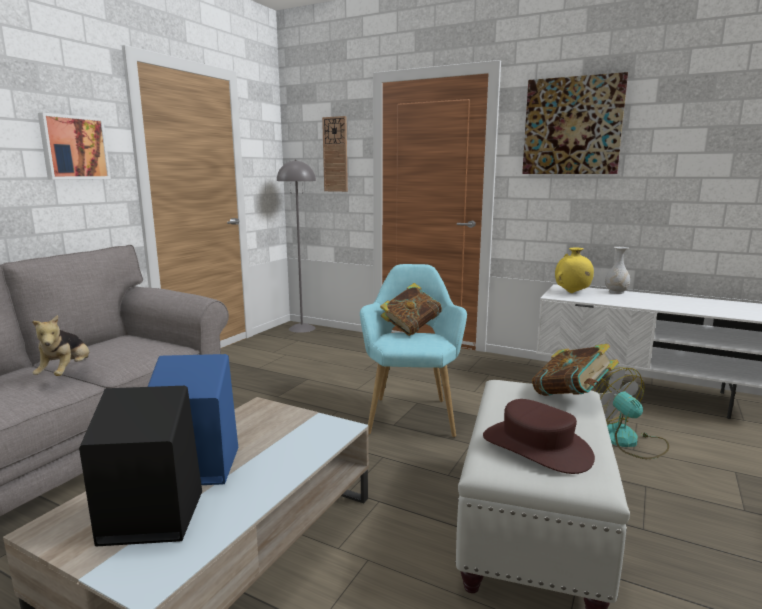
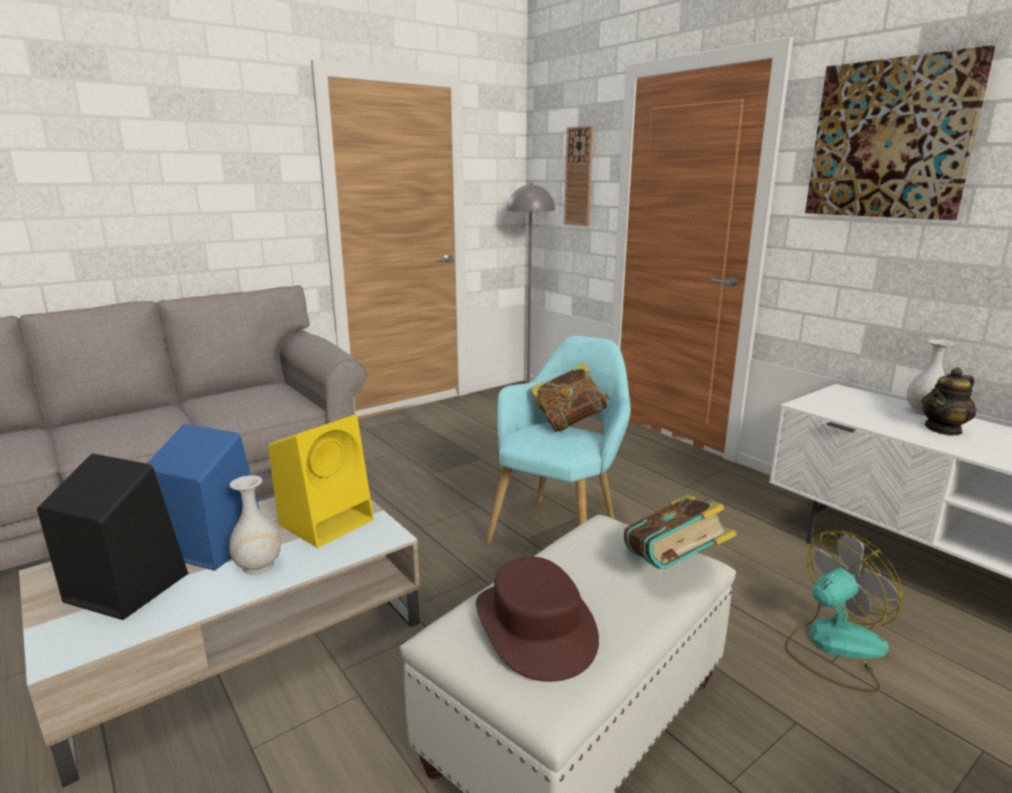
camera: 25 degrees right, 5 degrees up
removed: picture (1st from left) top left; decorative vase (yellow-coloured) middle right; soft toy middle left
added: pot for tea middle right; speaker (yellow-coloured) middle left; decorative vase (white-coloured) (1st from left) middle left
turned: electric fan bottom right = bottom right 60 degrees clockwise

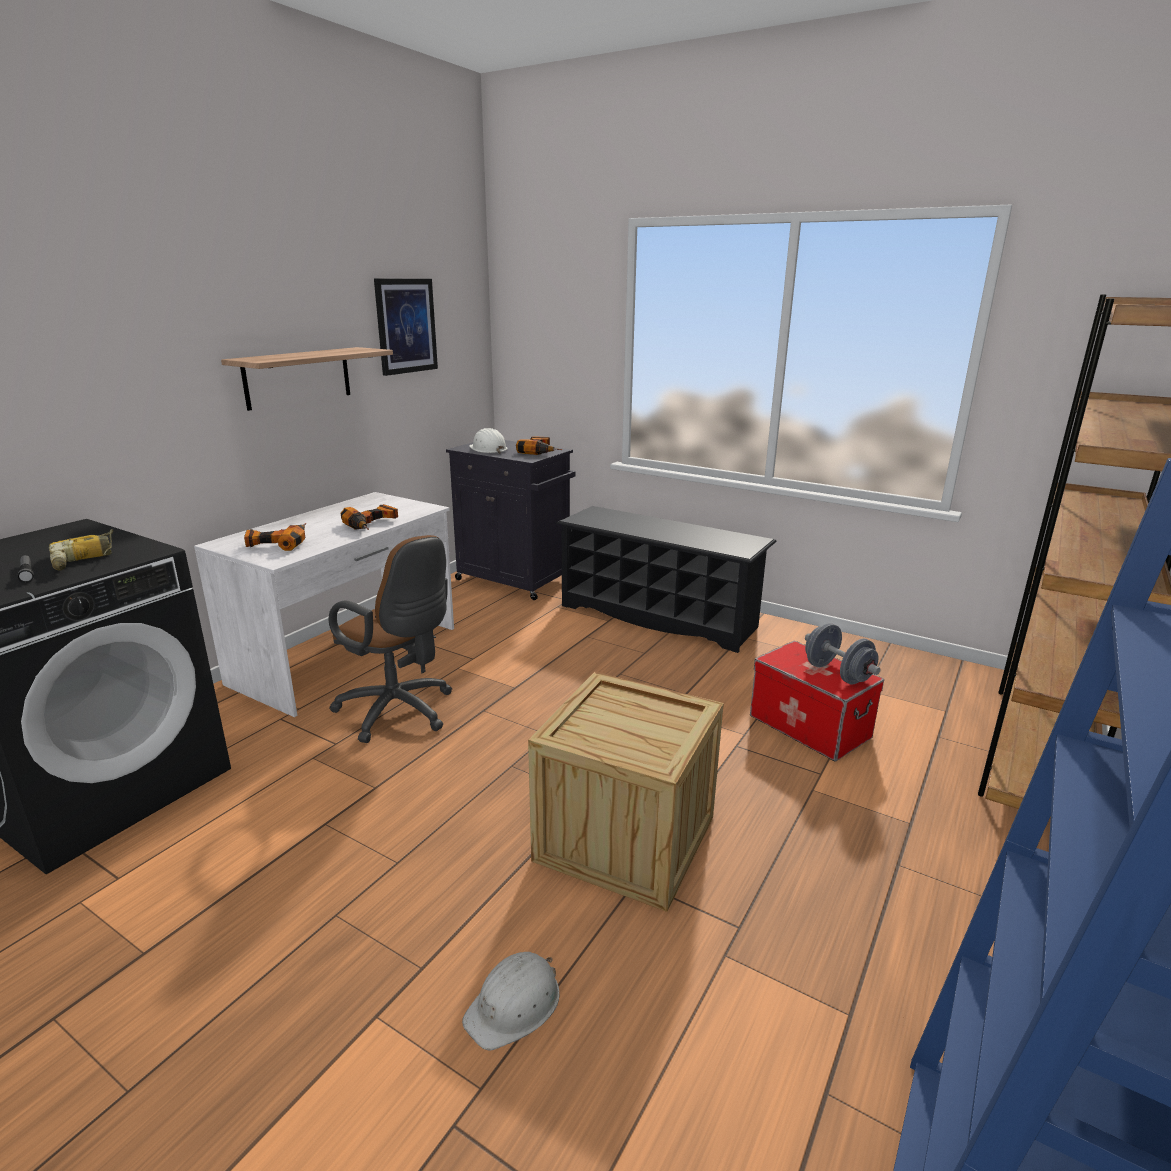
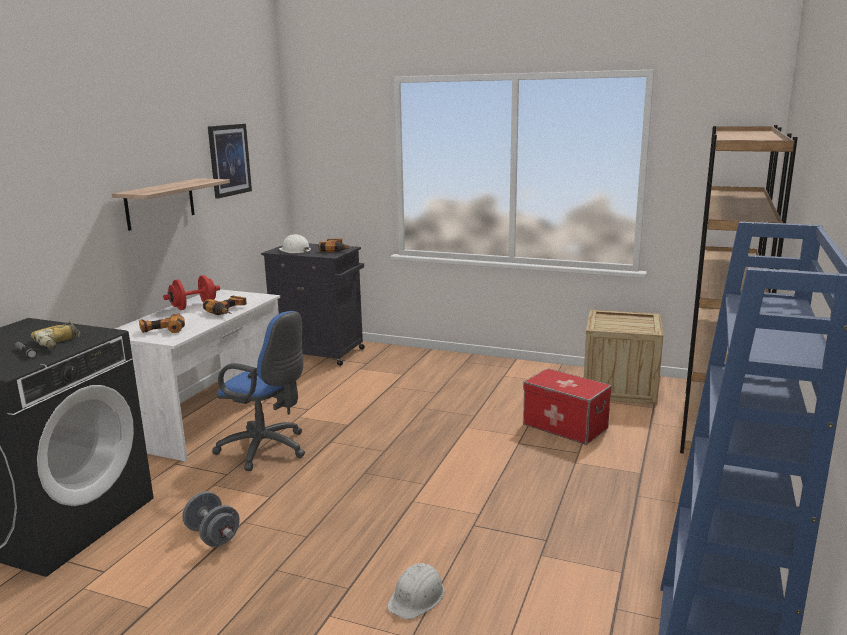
camera: 10 degrees left, 5 degrees down
removed: shoe rack (black) centre
added: dumbbell (red) middle left
moved: dumbbell (gray) middle right to bottom left; packing crate bottom centre to middle right
recoloured: desk chair (brown-coloured) middle left to desk chair (bluish) middle left

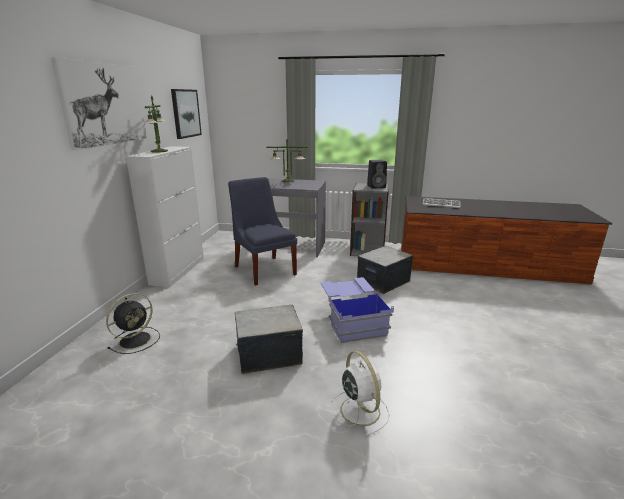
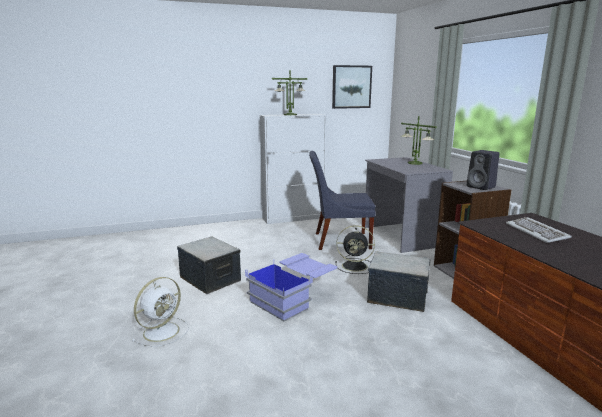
camera: 60 degrees right, 5 degrees down
removed: picture (1st from left) top left
moved: electric fan (black) middle left to centre
turned: plain chair (bluish) centre = centre 120 degrees counterclockwise

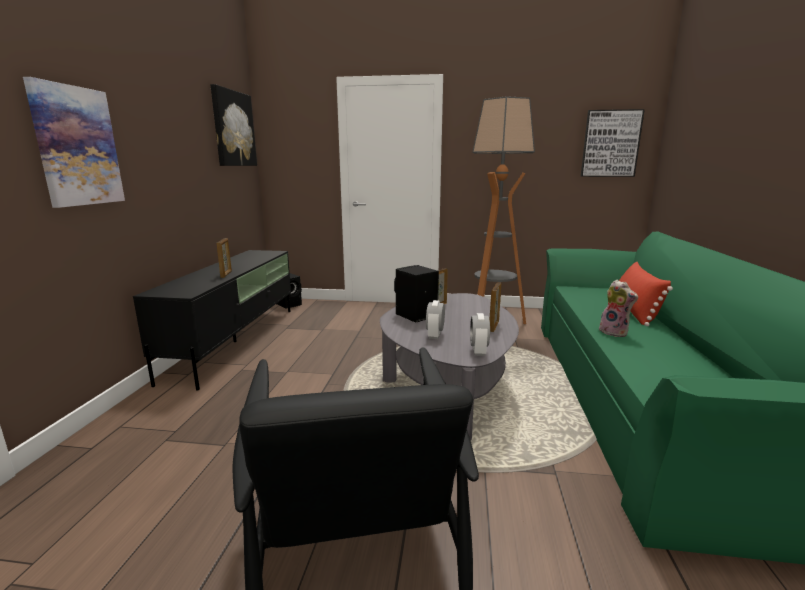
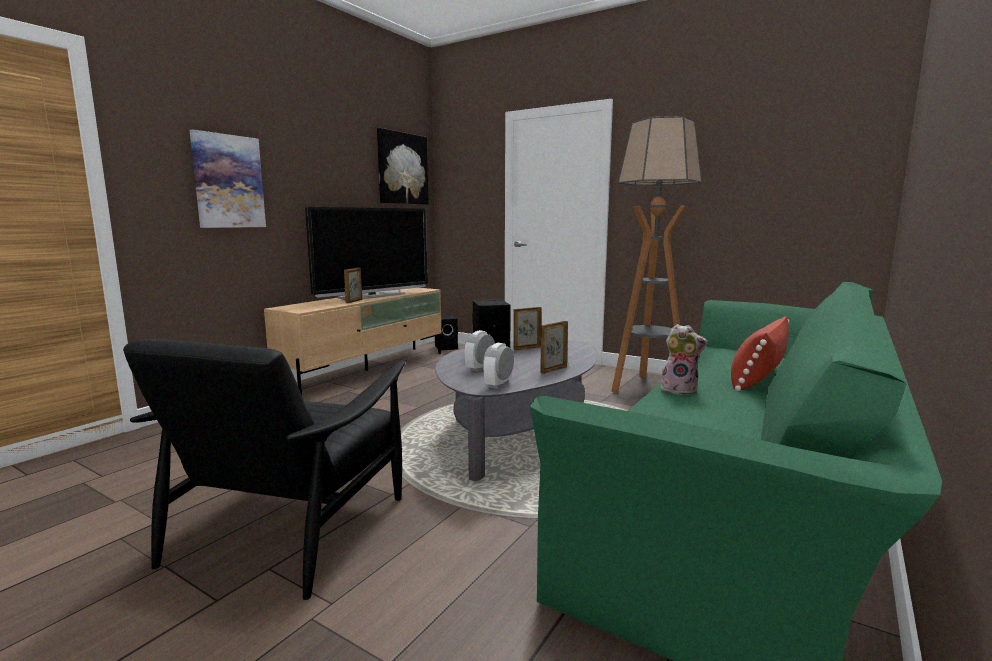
camera: 25 degrees right, 5 degrees down
removed: picture (3rd from left) top right
added: TV centre
recoloured: tv stand (black) middle left to tv stand (sand-coloured) centre
turned: soft toy middle right = middle right 60 degrees counterclockwise

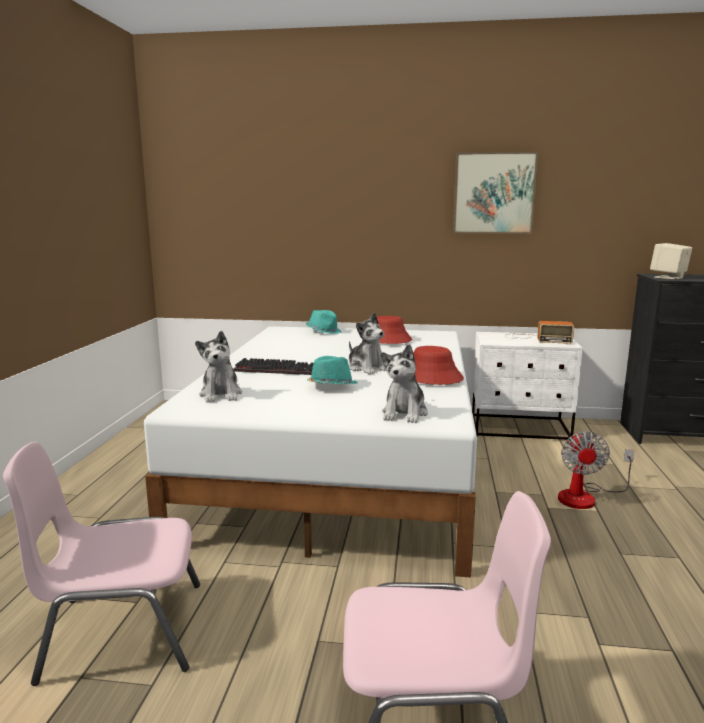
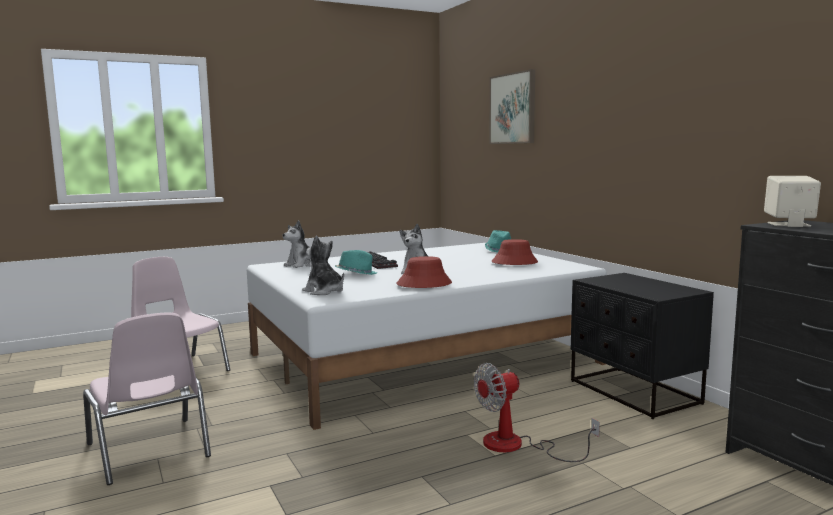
camera: 55 degrees right, 5 degrees down
removed: radio set middle right
moved: picture top right to top centre
recoloured: night table (white-coloured) middle right to night table (black) bottom right
turned: soft toy (3rd from left in the first image) centre = centre 60 degrees clockwise

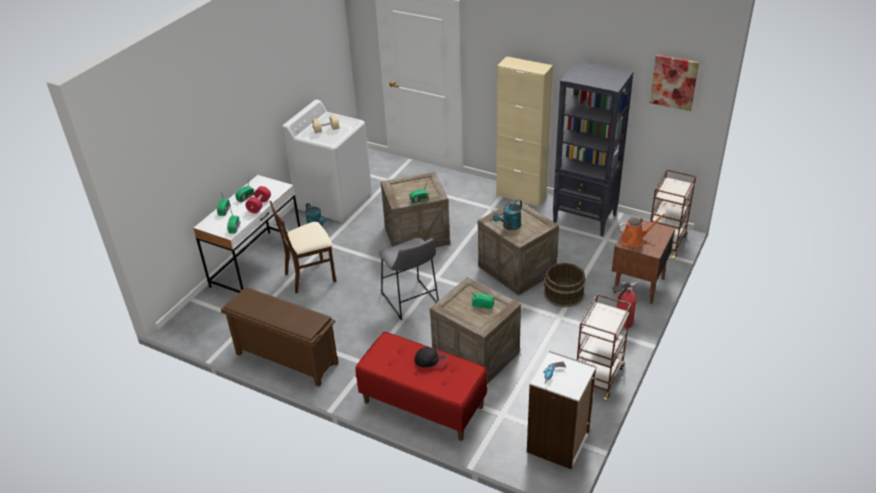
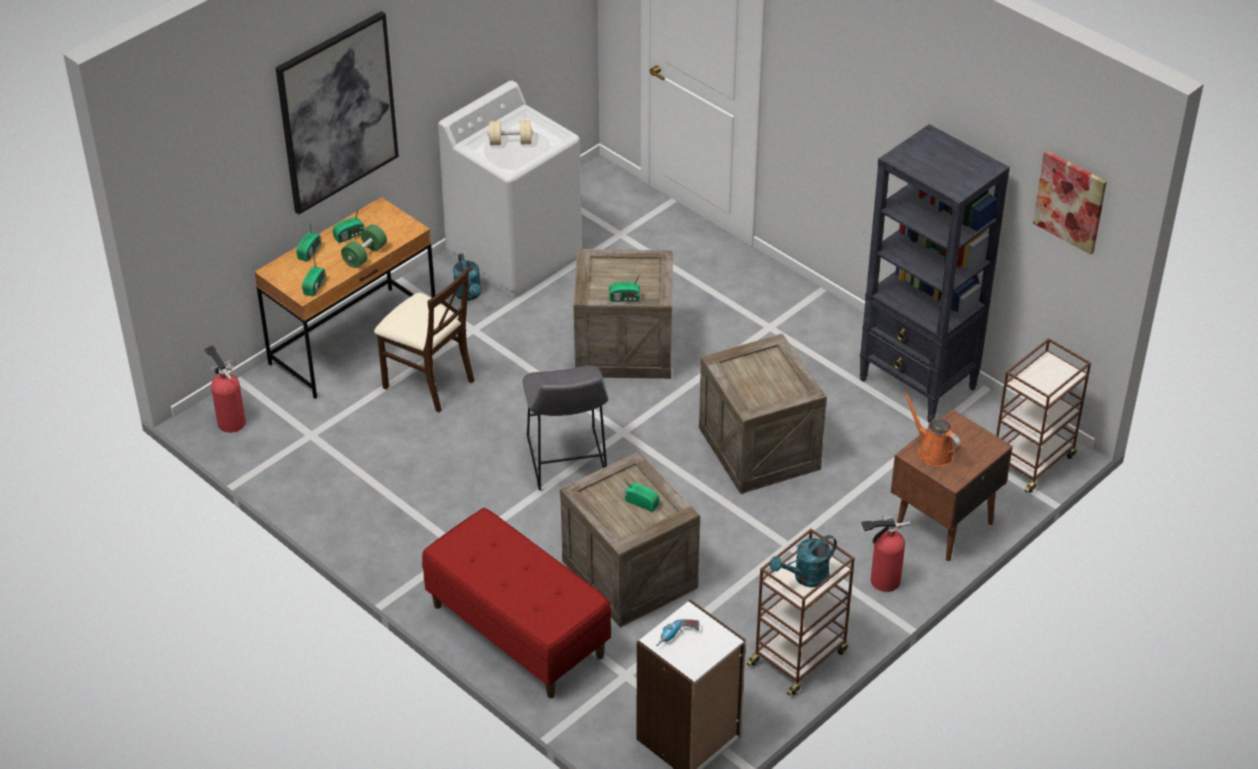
camera: 15 degrees right, 5 degrees up
removed: storage cabinet (sand-coloured) top centre; bucket (brown-coloured) centre; shoe rack (brown-coloured) bottom left; peaked cap bottom centre
added: picture (1st from left) top left; fire extinguisher (1st from left) middle left
moved: watering pot (turquoise-coloured) (2nd from left) centre to bottom centre
recoloured: desk (white-coloured) middle left to desk (brown-coloured) middle left; dumbbell (red) middle left to dumbbell (green) top left
turned: plain chair (sand-coloured) centre = centre 135 degrees counterclockwise; watering pot (orange) middle right = middle right 135 degrees counterclockwise

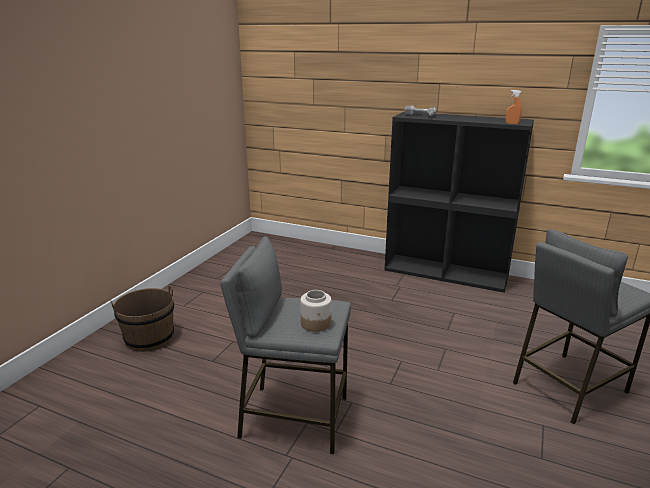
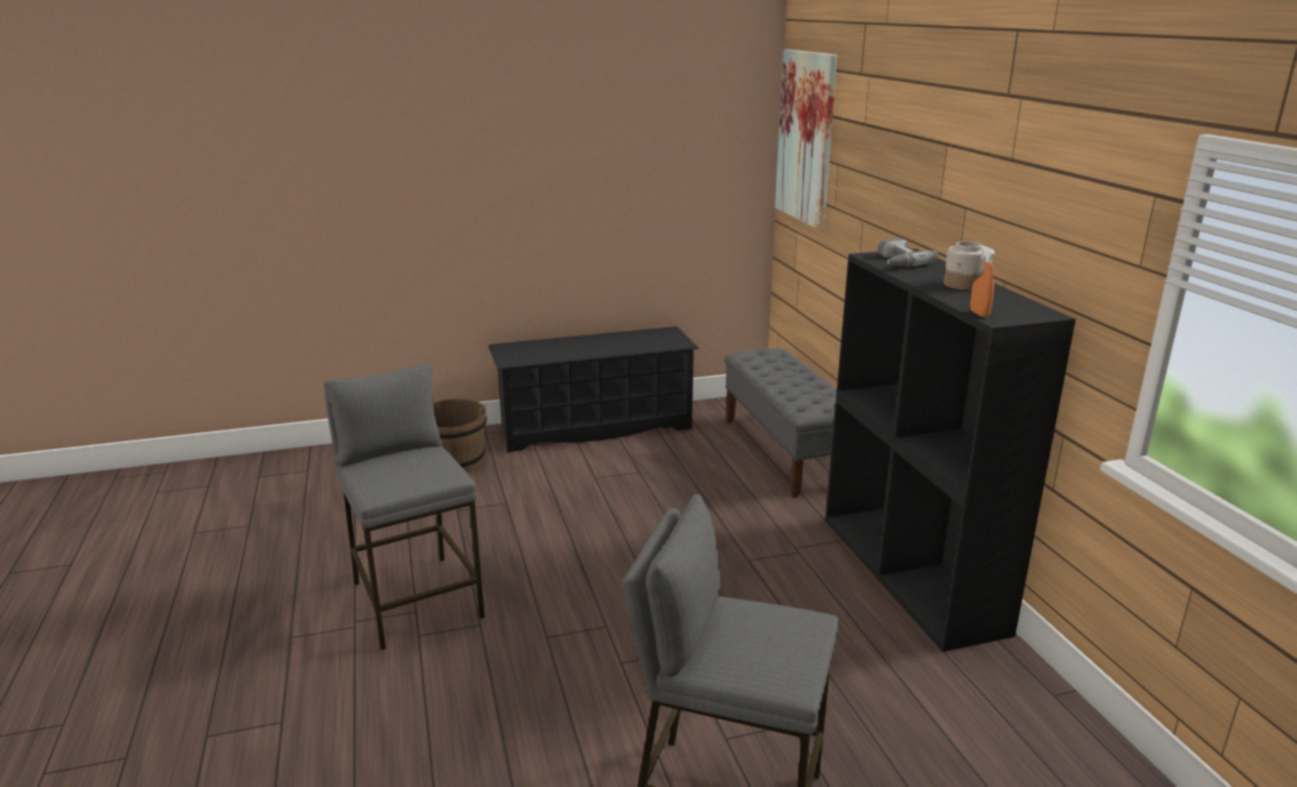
camera: 50 degrees right, 0 degrees up
added: picture top centre; shoe rack (black) centre; indoor bench (gray) centre
moved: preserve jar centre to middle right

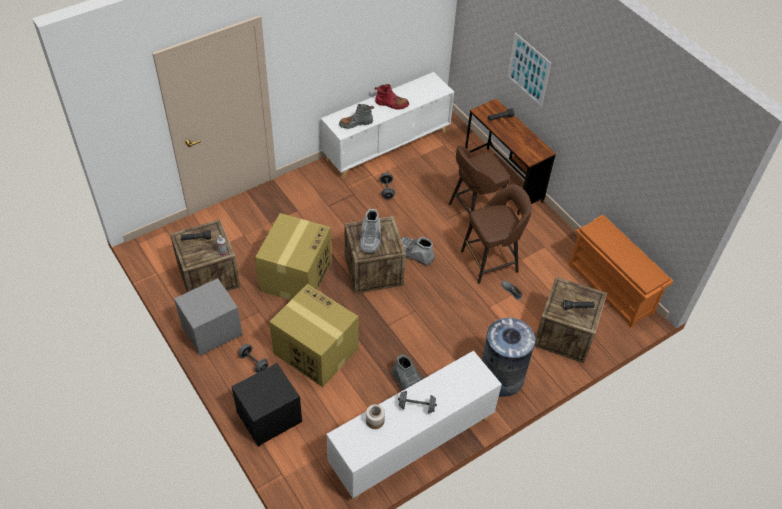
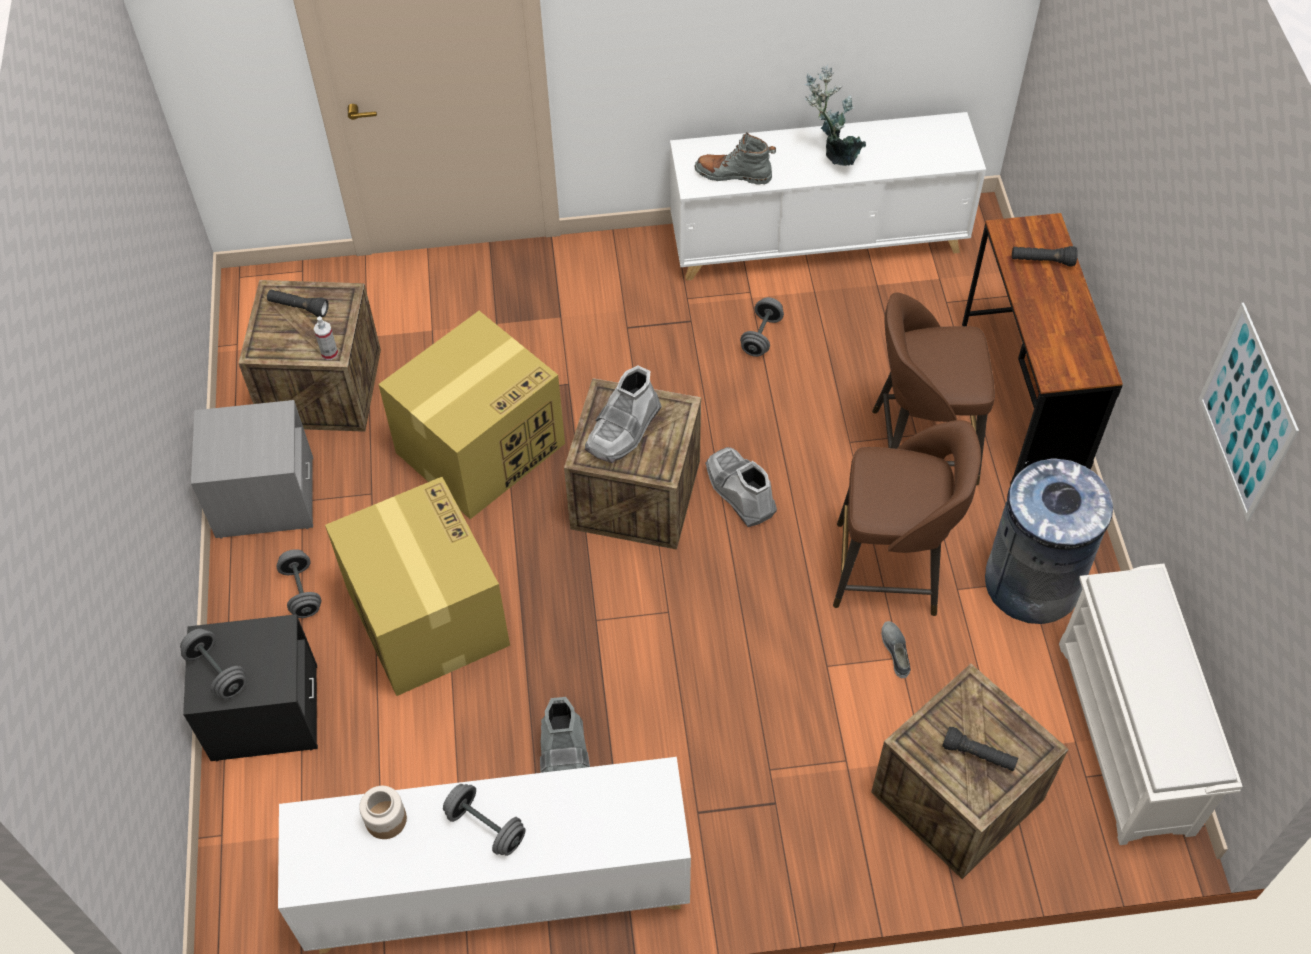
camera: 30 degrees right, 5 degrees up
added: dumbbell (gray) (1st from left) bottom left
moved: picture top right to middle right; waste bin (gray) bottom centre to middle right
replaced: boot (red) top centre to houseplant top centre
recoloured: shoe rack (orange) middle right to shoe rack (white-coloured) bottom right

